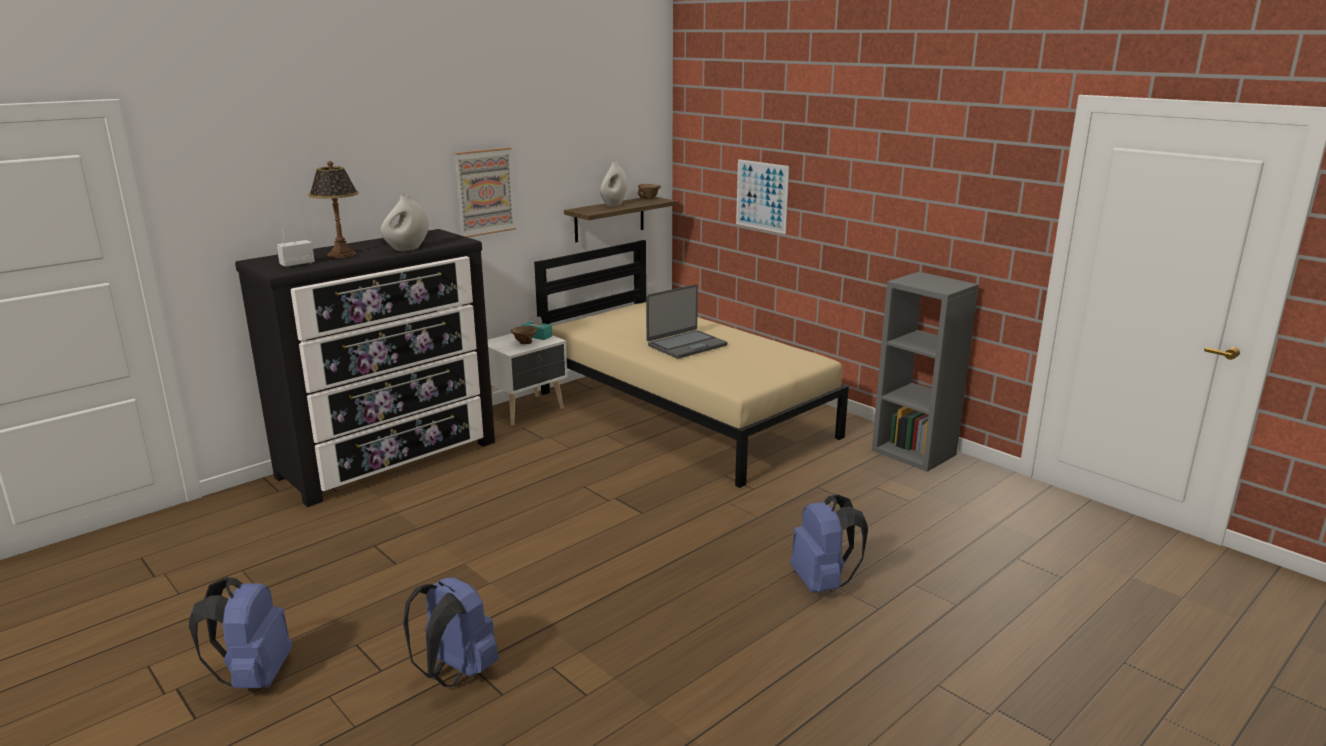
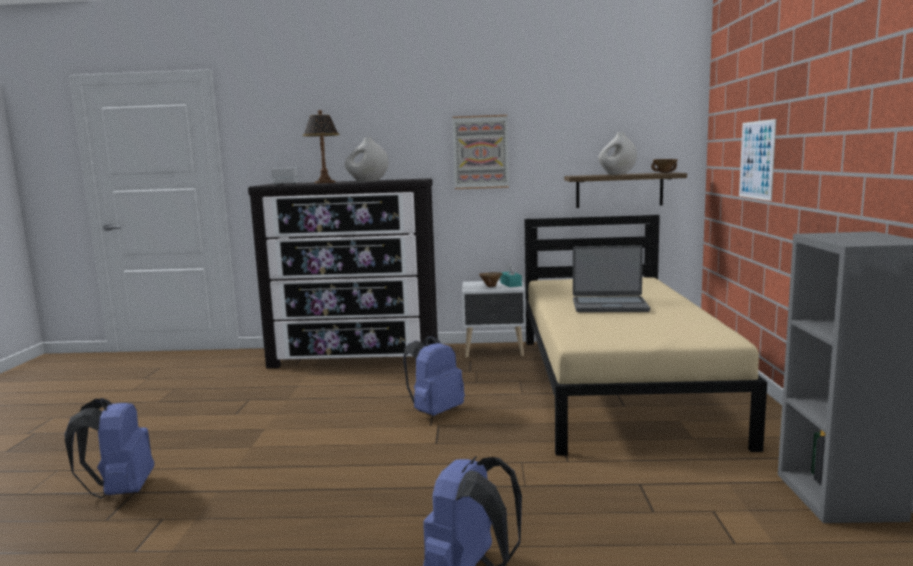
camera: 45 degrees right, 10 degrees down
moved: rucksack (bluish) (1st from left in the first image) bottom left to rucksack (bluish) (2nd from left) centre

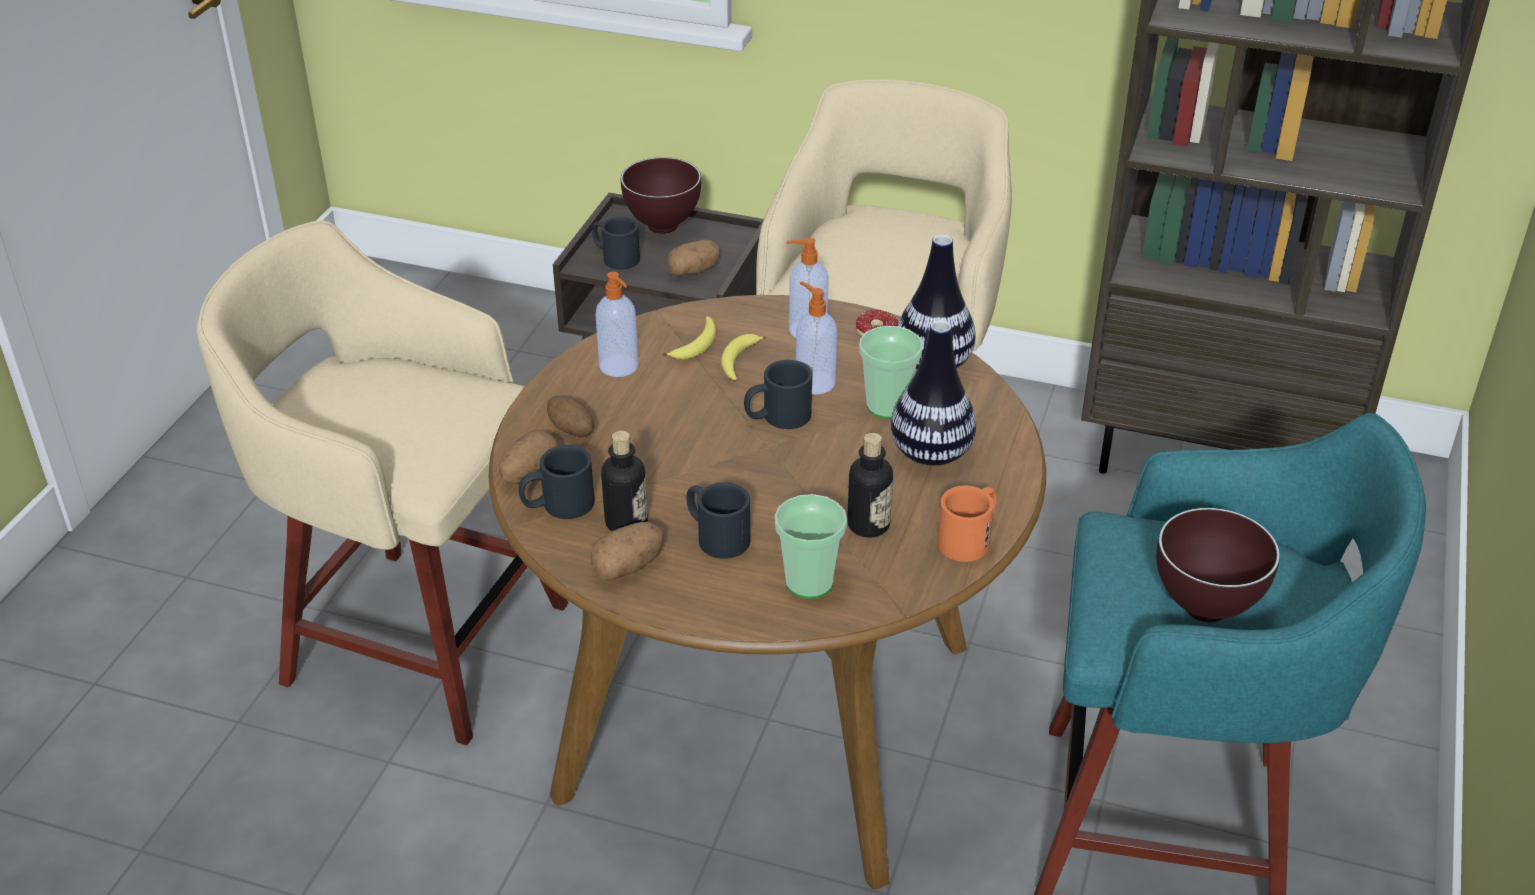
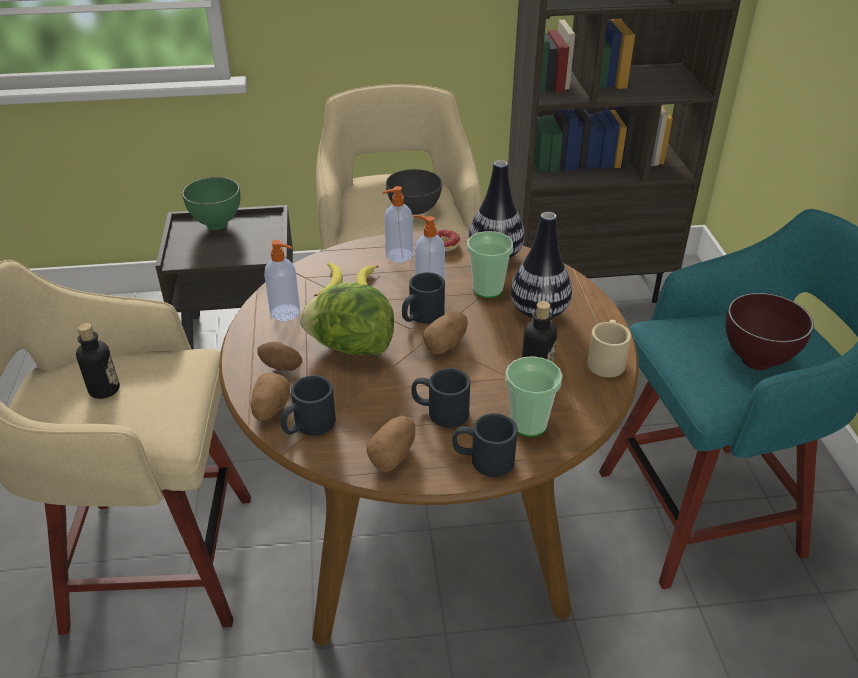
camera: 25 degrees left, 0 degrees up
added: serving bowl (gray) top centre; lettuce centre
moved: coffee mug (black) (2nd from left in the first image) top centre to coffee mug (black) (4th from left) centre; whole potato (4th from left) top centre to centre; bottle (1st from left) centre to middle left
recoloured: serving bowl (brown-coloured) (1st from left) top centre to serving bowl (green) top left; coffee mug (orange) centre to coffee mug (sand-coloured) middle right

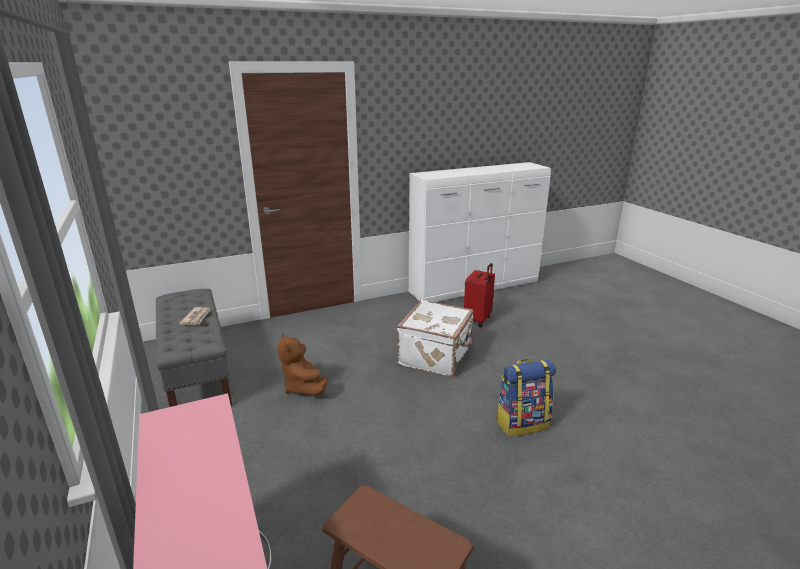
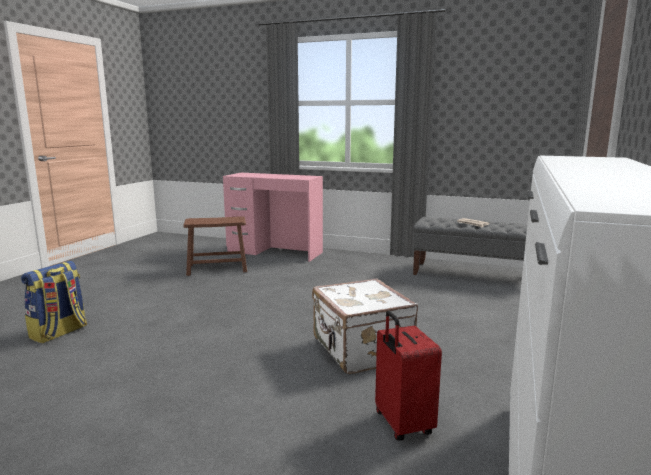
camera: 135 degrees right, 10 degrees down
removed: soft toy (brown-coloured) centre
moved: rucksack bottom centre to middle left

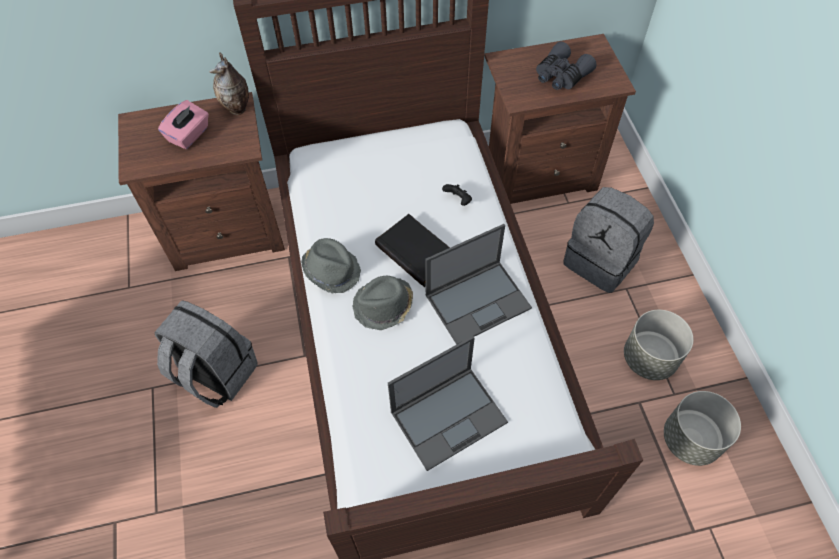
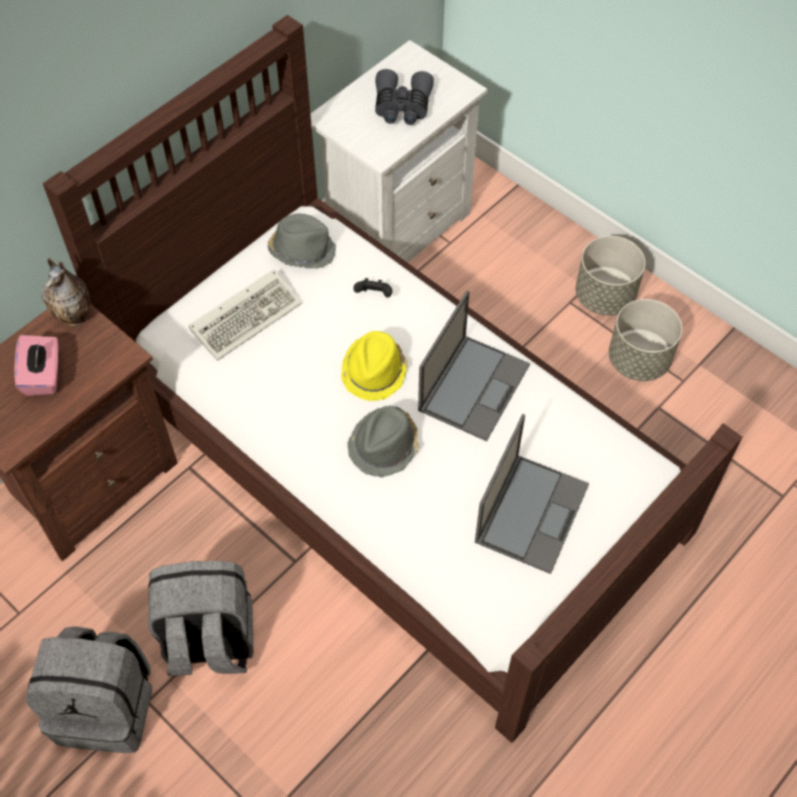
camera: 35 degrees left, 0 degrees up
added: PC keyboard middle left
moved: rucksack (gray) (2nd from left in the first image) middle right to rucksack (gray) (1st from left) bottom left; hat (gray) (1st from left) centre to top centre; plant pot (gray) (2nd from left in the first image) bottom right to plant pot (gray) (1st from left) middle right
replaced: volume (black) centre to hat (yellow-coloured) centre
recoloured: night table (brown-coloured) (2nd from left) top right to night table (white-coloured) top centre

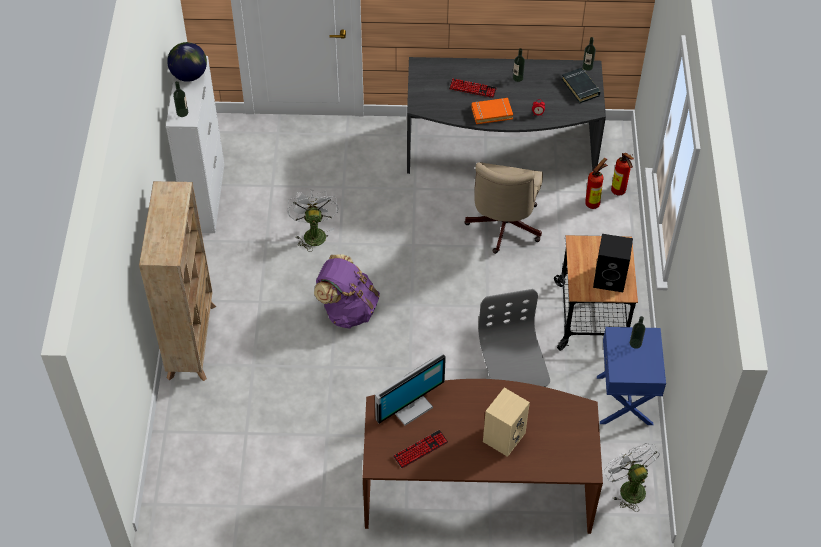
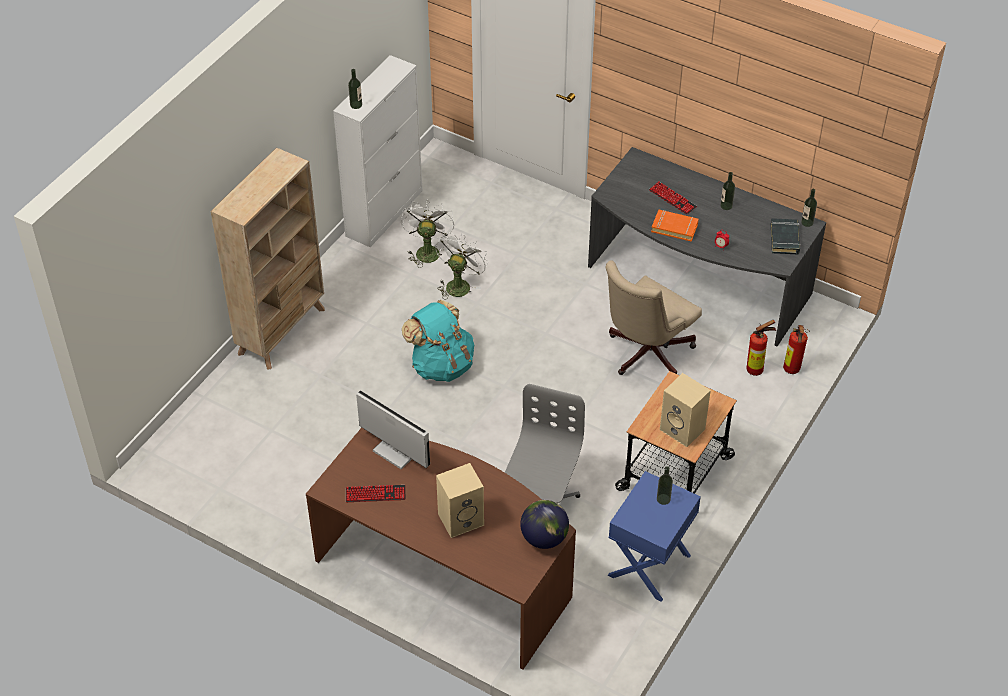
camera: 30 degrees right, 5 degrees down
moved: desk globe top left to bottom centre; electric fan (white-coloured) (2nd from left in the first image) bottom right to electric fan (white-coloured) (1st from left) centre
recoloured: speaker (black) middle right to speaker (sand-coloured) (2nd from left) middle right; rucksack (purple) centre to rucksack (turquoise-coloured) centre
turned: computer display bottom centre = centre 135 degrees counterclockwise

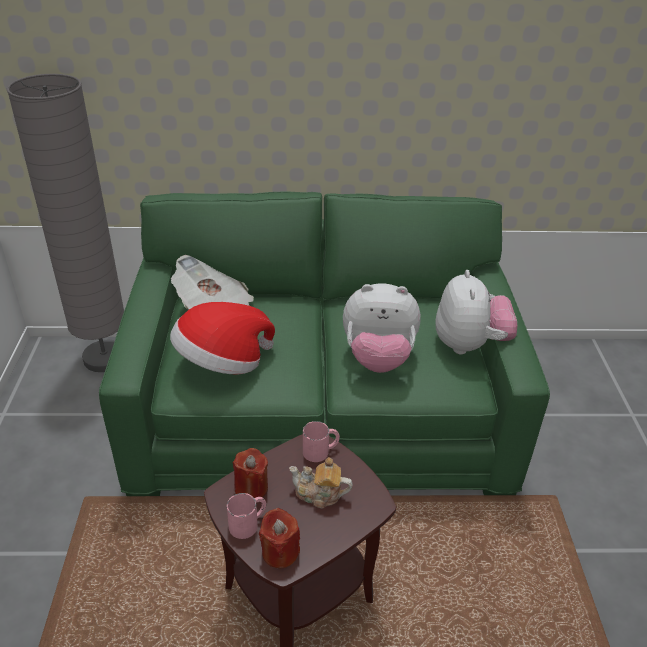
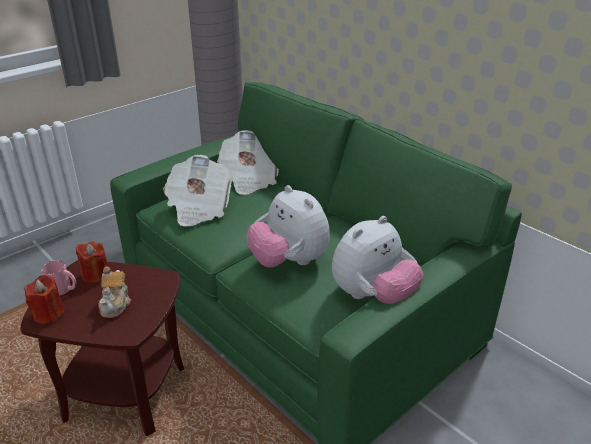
camera: 50 degrees right, 5 degrees down
removed: coffee mug (pink) (2nd from left) bottom centre
replaced: hat centre to daily paper (1st from left) centre
turned: pot for tea bottom centre = middle left 150 degrees counterclockwise

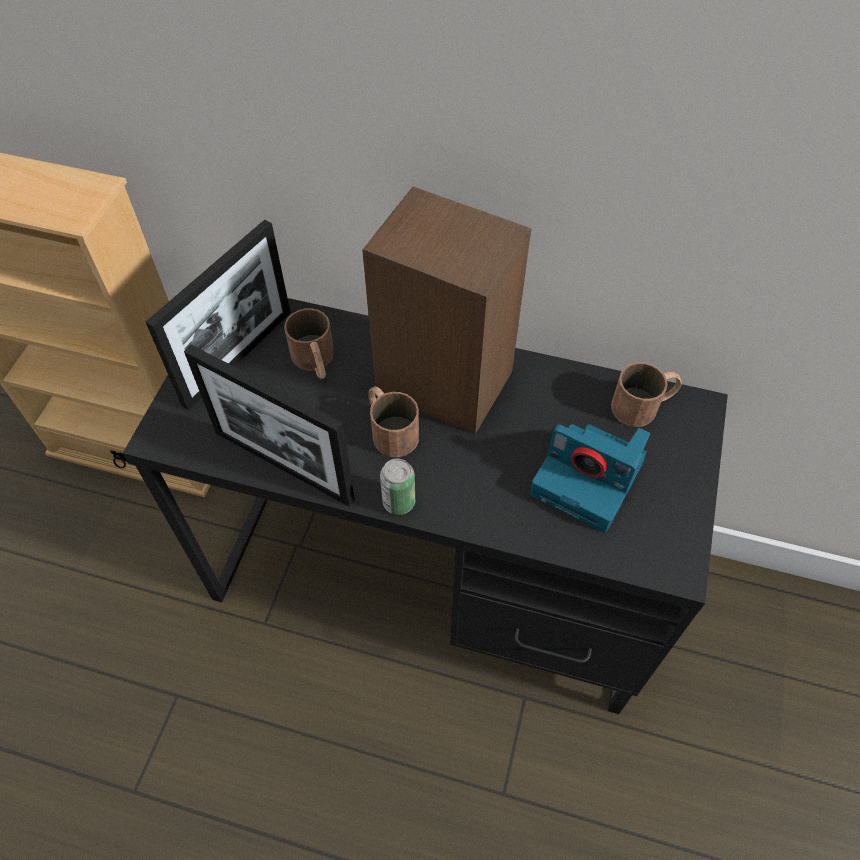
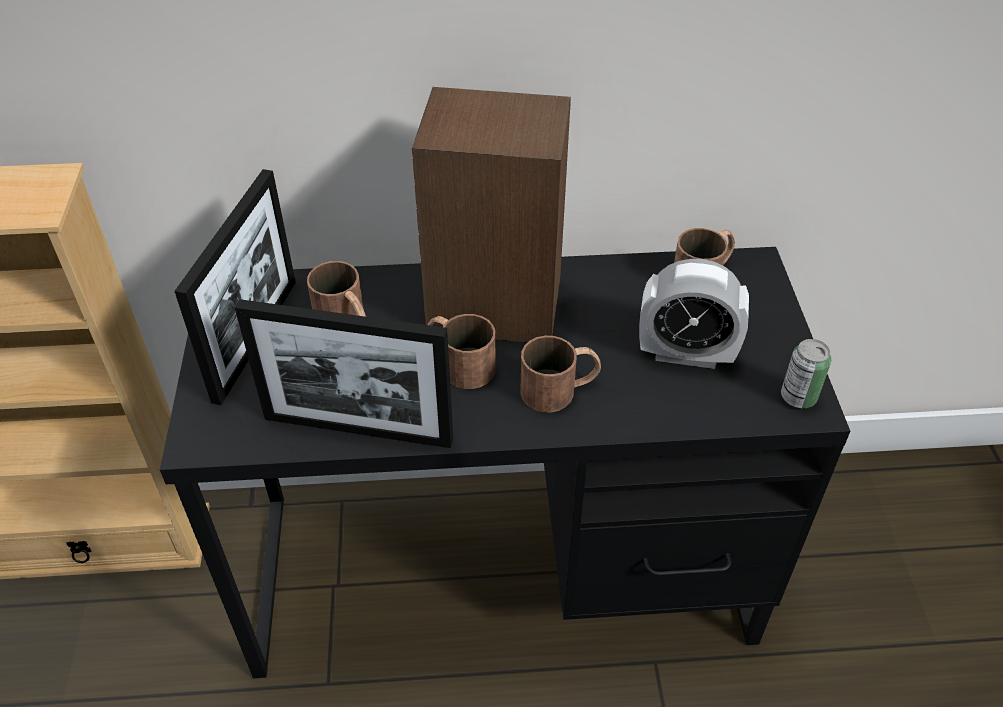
camera: 20 degrees left, 10 degrees down
added: coffee mug (brown-coloured) (3rd from left) centre
moved: metal can centre to middle right
replaced: still camera middle right to table clock middle right

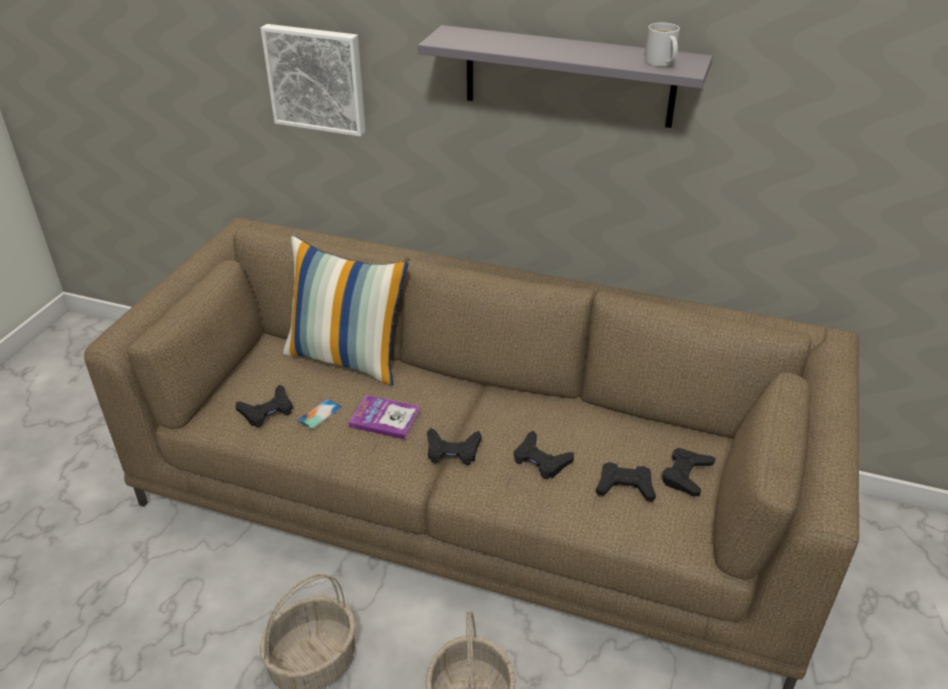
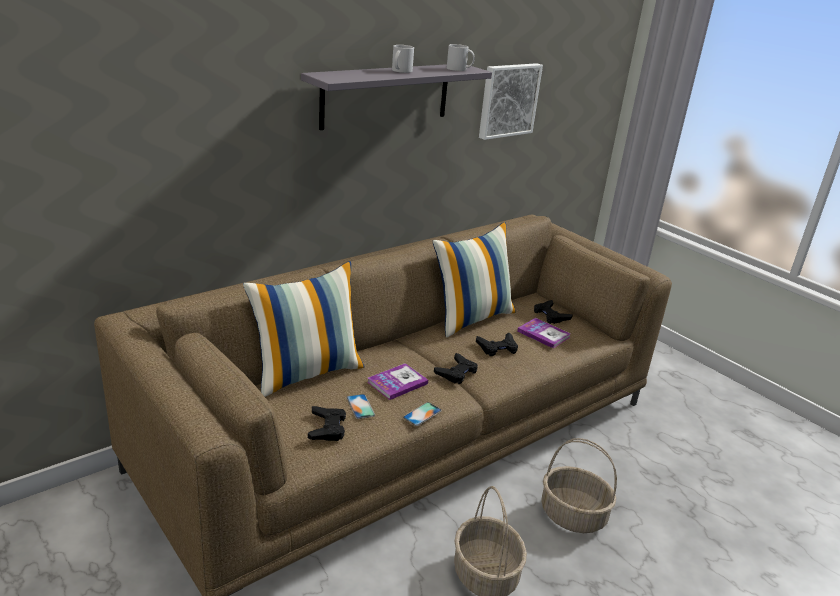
camera: 60 degrees left, 10 degrees down
added: coffee mug (white-coloured) (1st from left) top centre; pillow (2nd from left) centre; handset (2nd from left) bottom centre
moved: picture top left to top centre
replaced: game controller (black) (4th from left) bottom centre to volume (2nd from left) centre

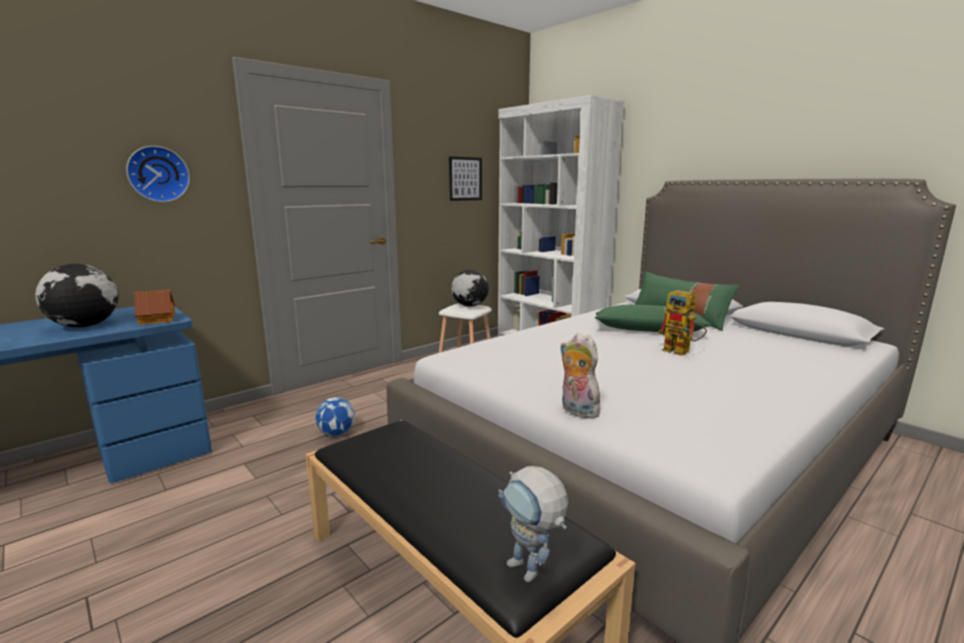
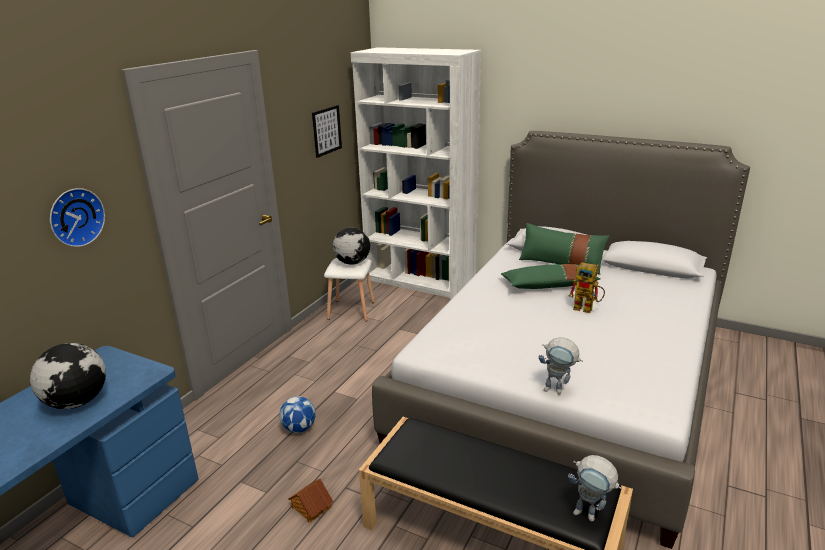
camera: 20 degrees left, 10 degrees up
moved: miniature house middle left to bottom centre
replaced: soft toy centre to robot figure (1st from left) middle right

